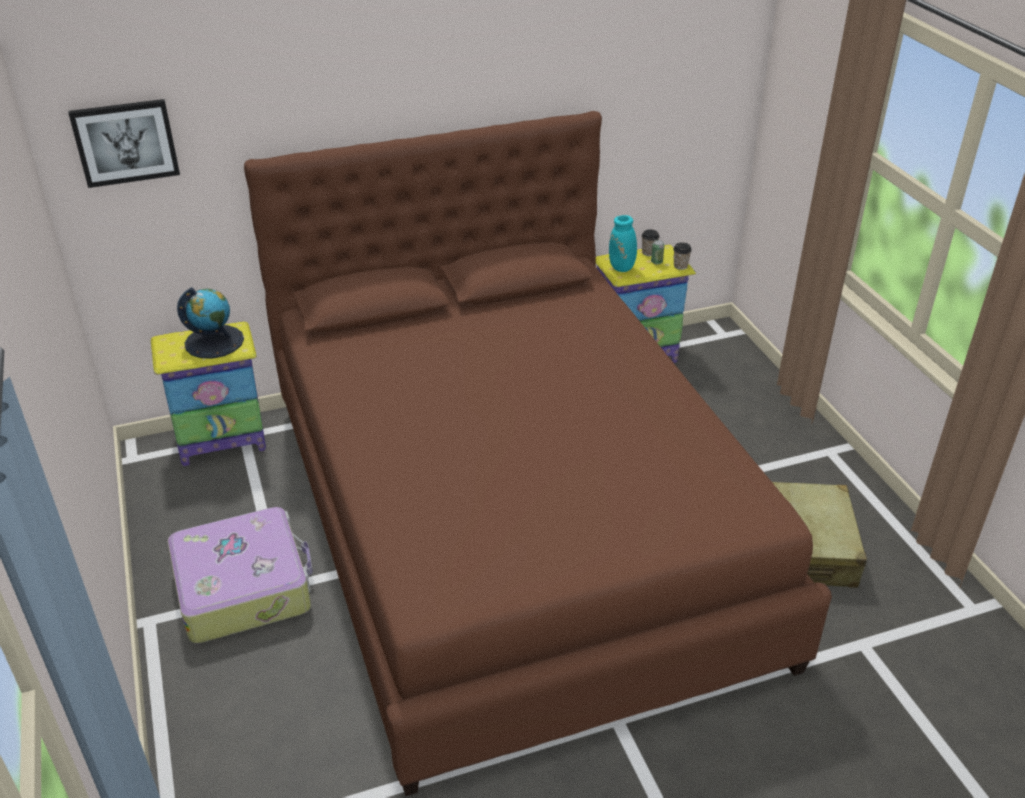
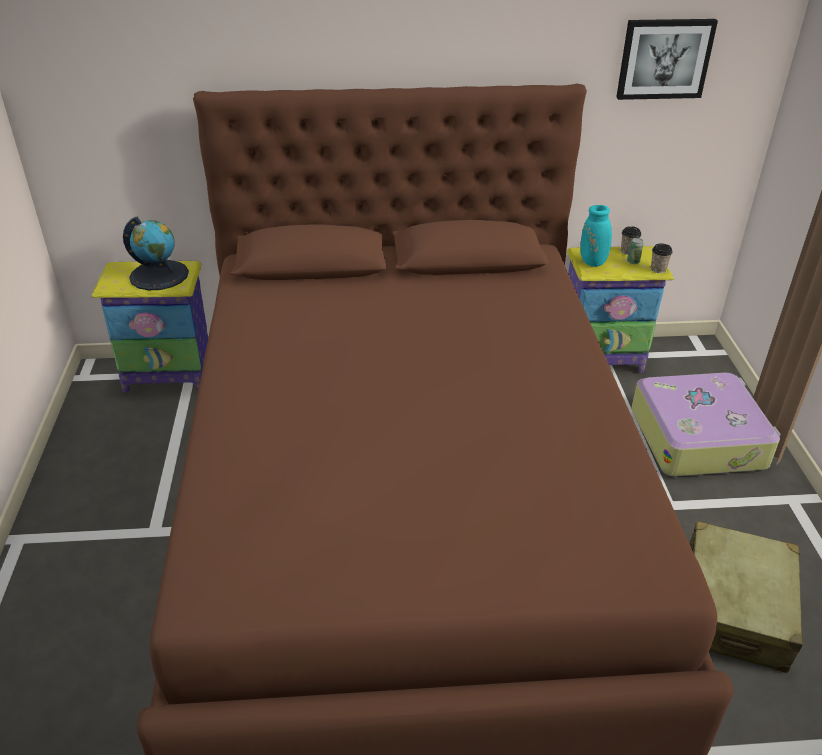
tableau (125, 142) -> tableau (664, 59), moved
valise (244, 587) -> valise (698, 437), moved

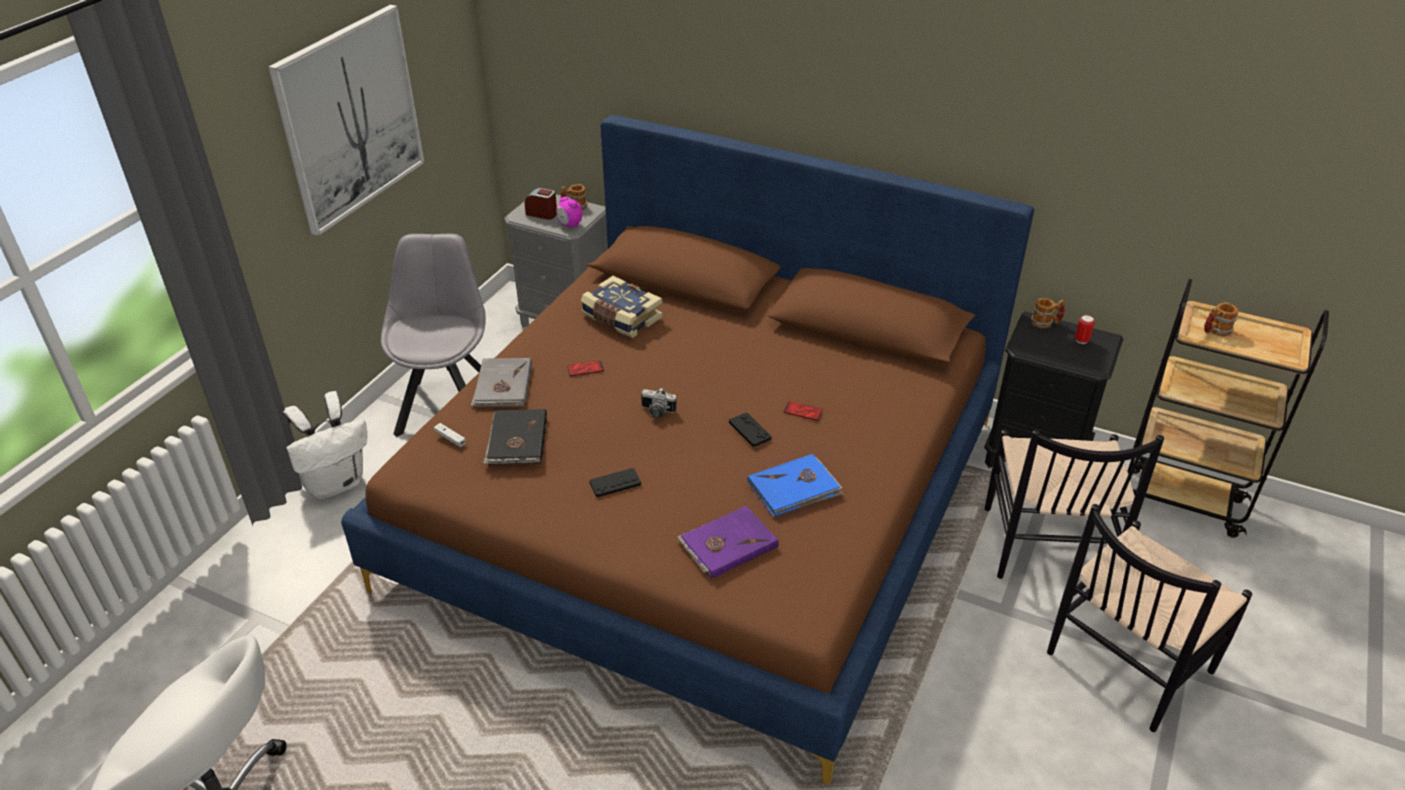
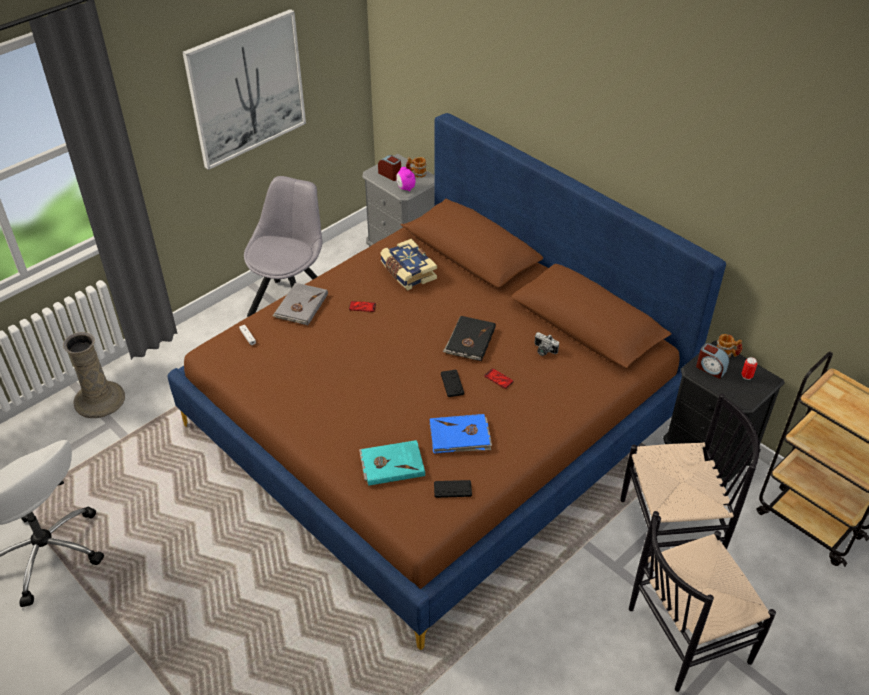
none -> vase (beige) (100, 400)
livre (violet) (727, 544) -> livre (turquoise) (392, 464)
manette (noir) (615, 483) -> manette (noir) (452, 489), moved
livre (noir) (516, 440) -> livre (noir) (469, 340), moved
appareil photo (657, 412) -> appareil photo (543, 351), moved
chaise (noir) (1047, 550) -> chaise (noir) (674, 531), 120 degrees counterclockwise
none -> réveil (710, 369)
sac à dos (blanc) (336, 482) -> none
mug (1215, 331) -> none

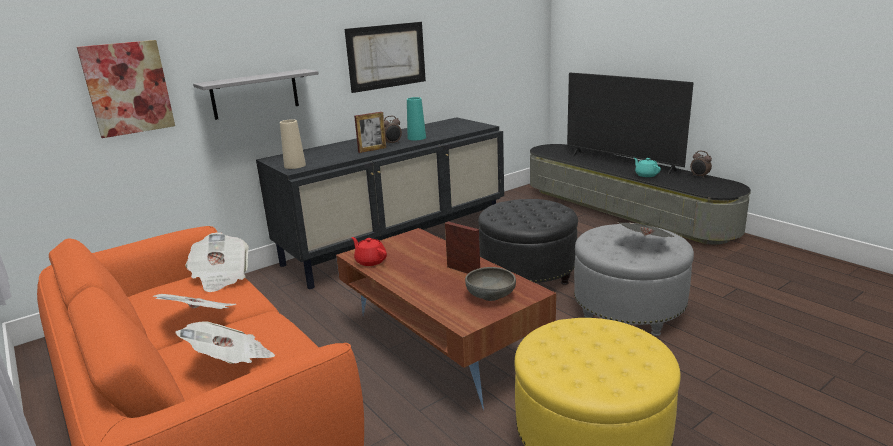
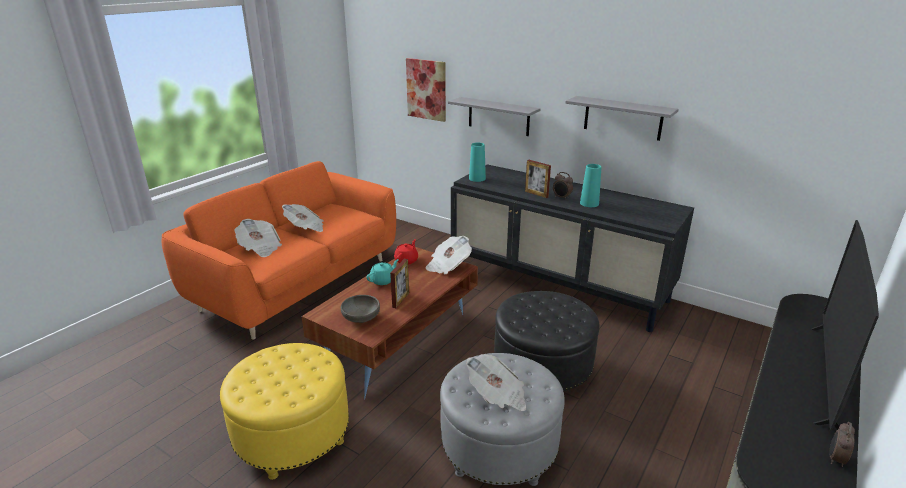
théière (turquoise) (646, 175) -> théière (turquoise) (383, 280), moved
journal (221, 277) -> journal (448, 265), moved
vase (beige) (295, 165) -> vase (turquoise) (477, 178)
tableau (386, 56) -> étagère (gris) (622, 118)

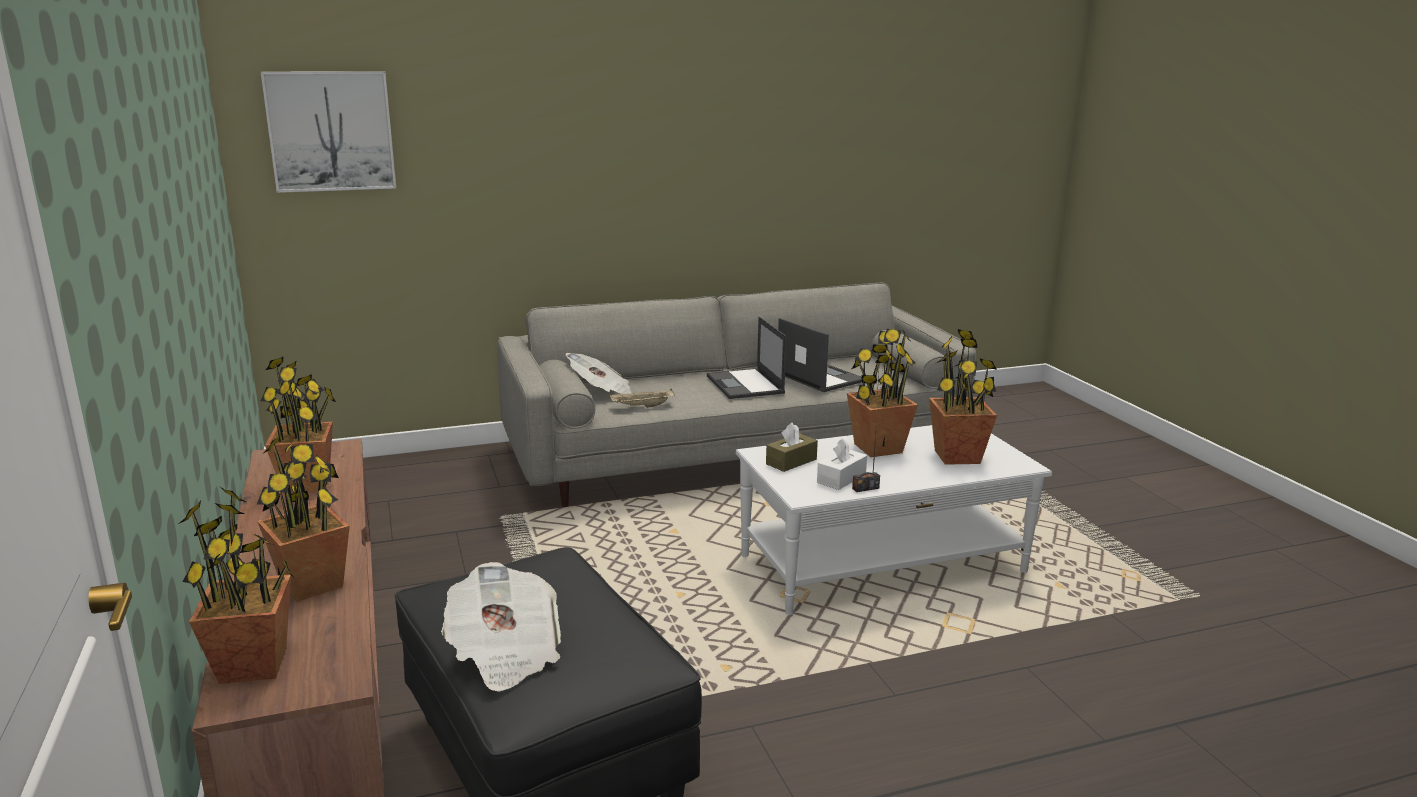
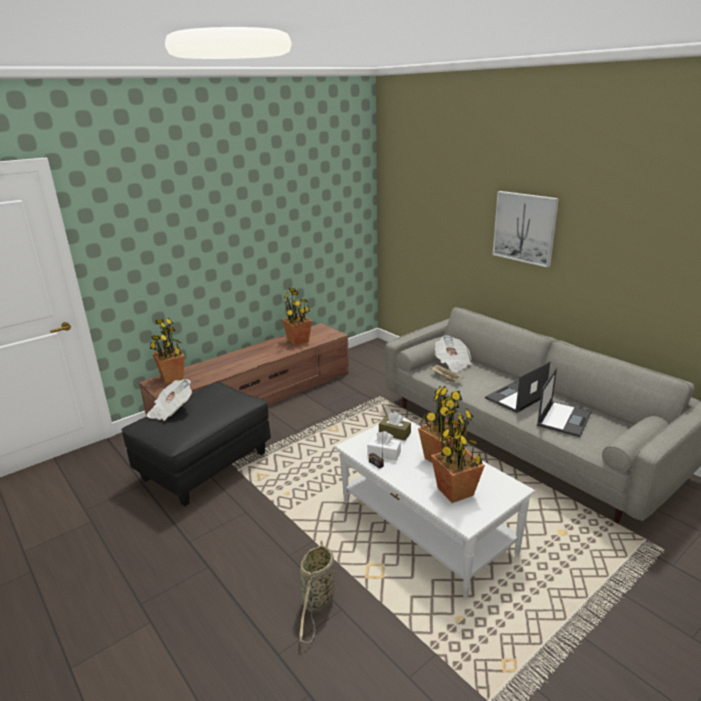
none -> panier (317, 602)
tableau (331, 131) -> tableau (524, 228), moved
plante en pot (311, 584) -> none

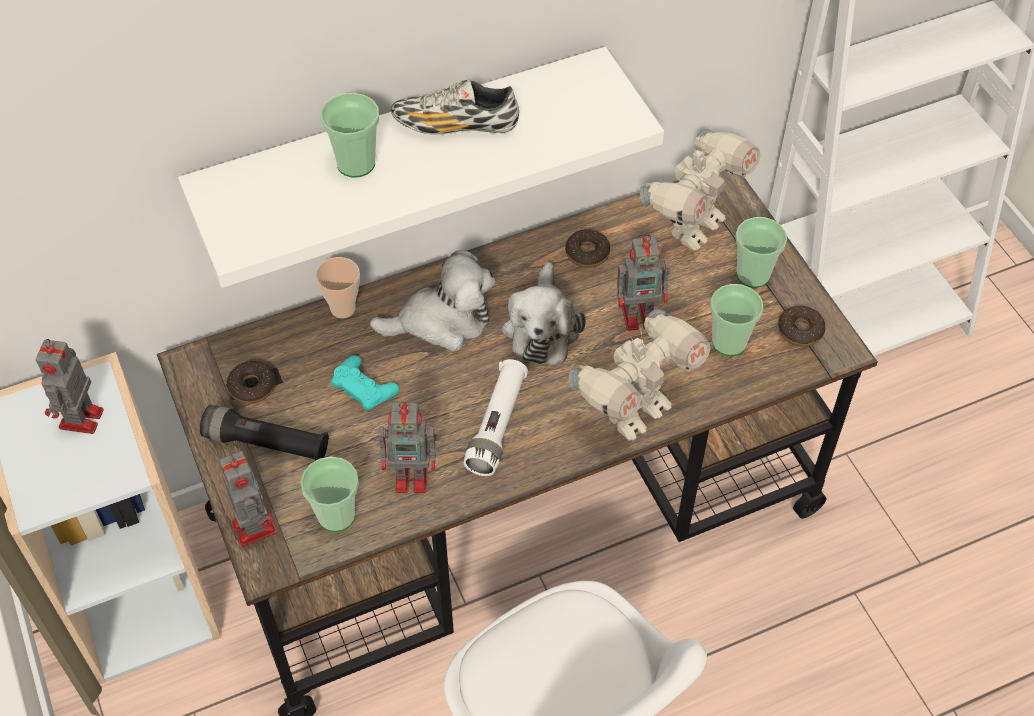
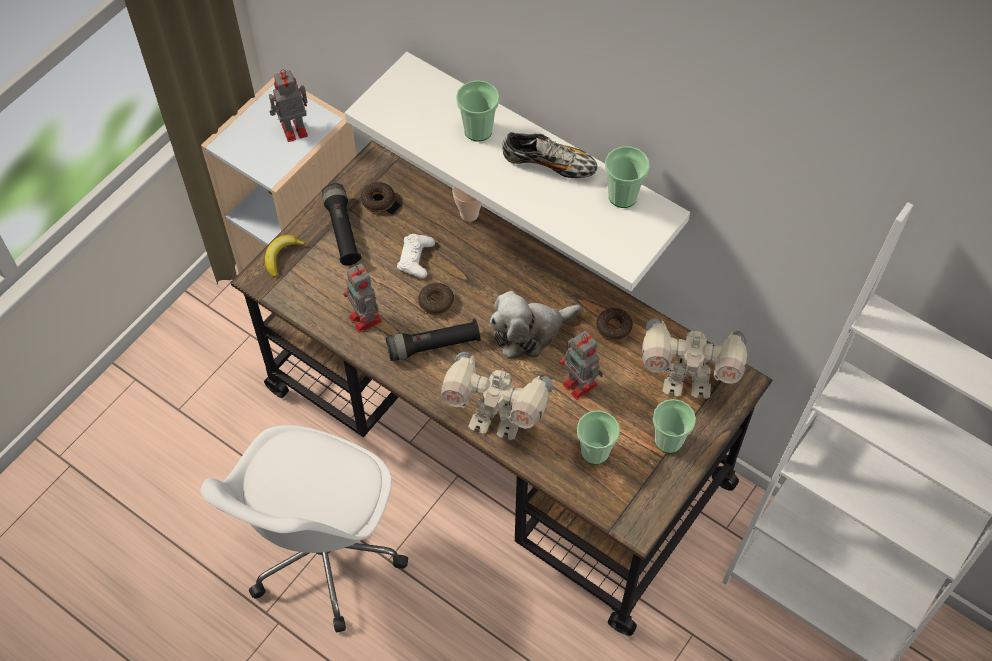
robot jouet (253, 525) -> banane (282, 256)
lampe de poche (blanc) (497, 425) -> lampe de poche (noir) (433, 346)
manette (turquoise) (364, 387) -> manette (blanc) (416, 258)
beignet (800, 330) -> beignet (436, 302), moved
chaussure (455, 126) -> chaussure (549, 165), 135 degrees clockwise
tasse (336, 515) -> tasse (622, 196), moved
peluche (442, 321) -> none

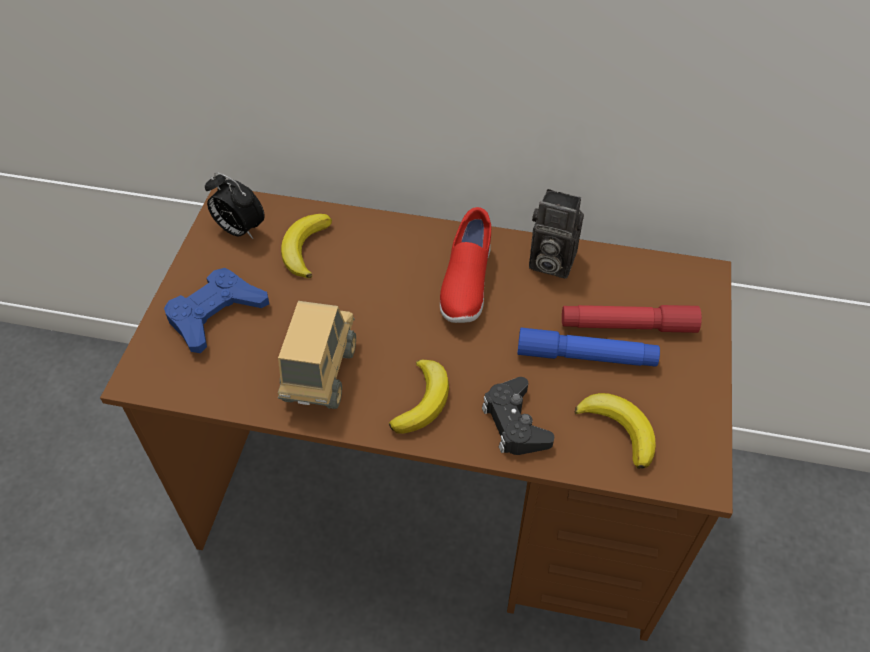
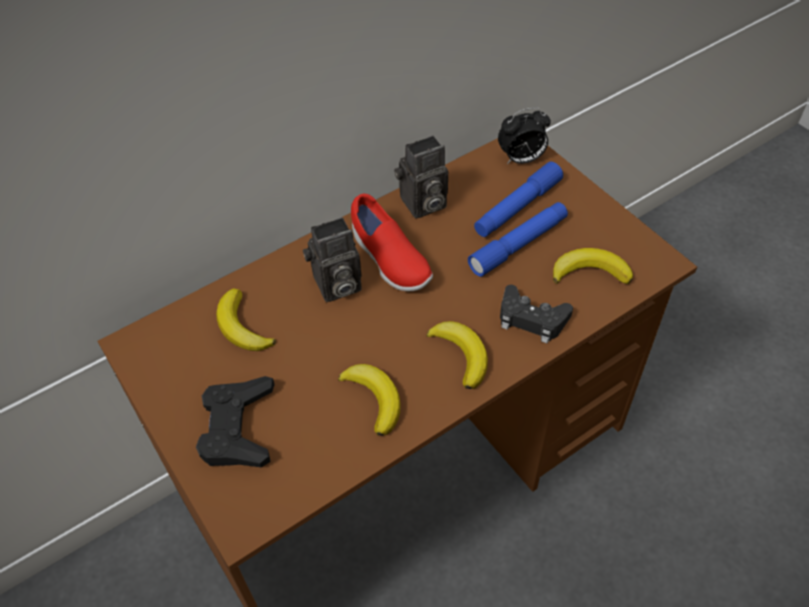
manette (bleu) (216, 314) -> manette (noir) (238, 428)
none -> appareil photo (336, 286)
camion jouet (320, 375) -> banane (374, 399)
lampe de poche (rouge) (627, 326) -> lampe de poche (bleu) (517, 207)
réveil (239, 230) -> réveil (521, 159), moved

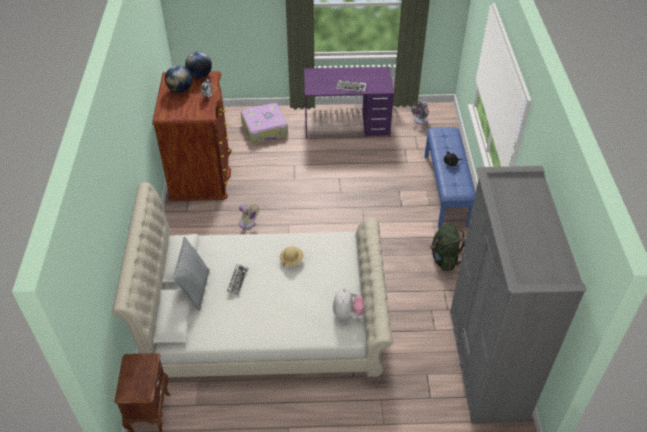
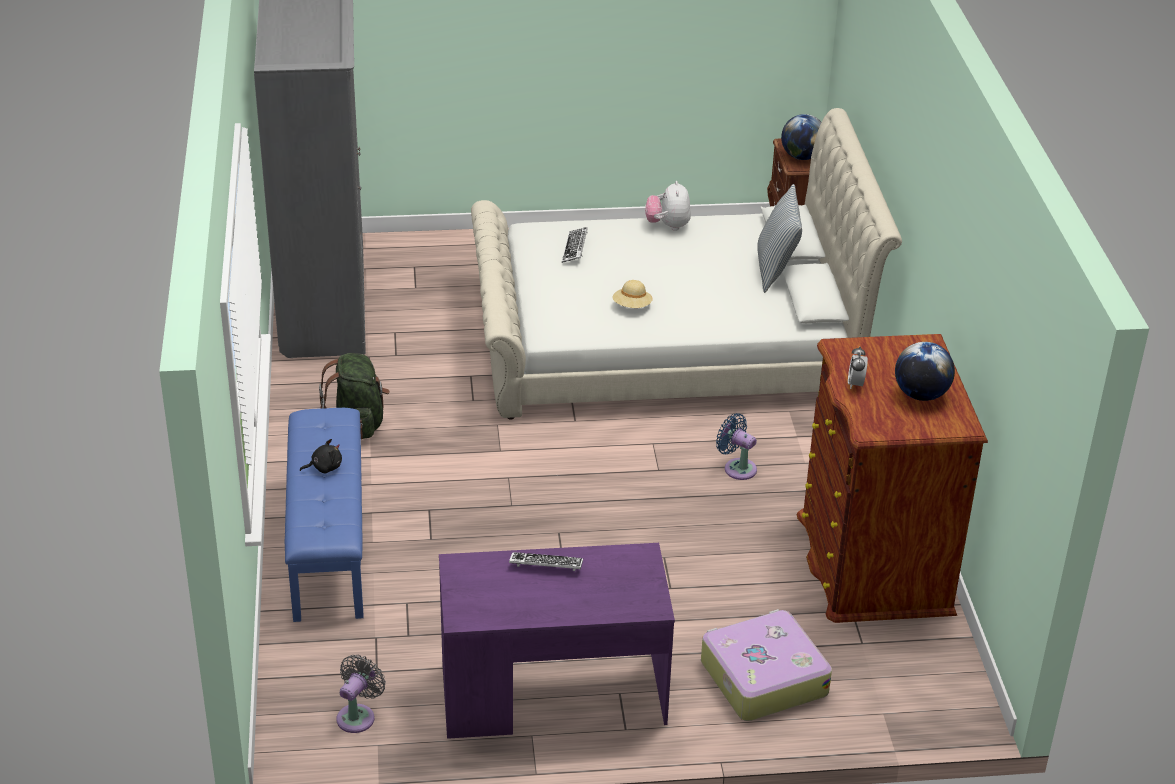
clavier (237, 281) -> clavier (575, 248), moved
peluche (347, 313) -> peluche (668, 226), moved
ventilateur (beige) (248, 224) -> ventilateur (bleu) (737, 468)
globe (200, 75) -> globe (802, 157), moved

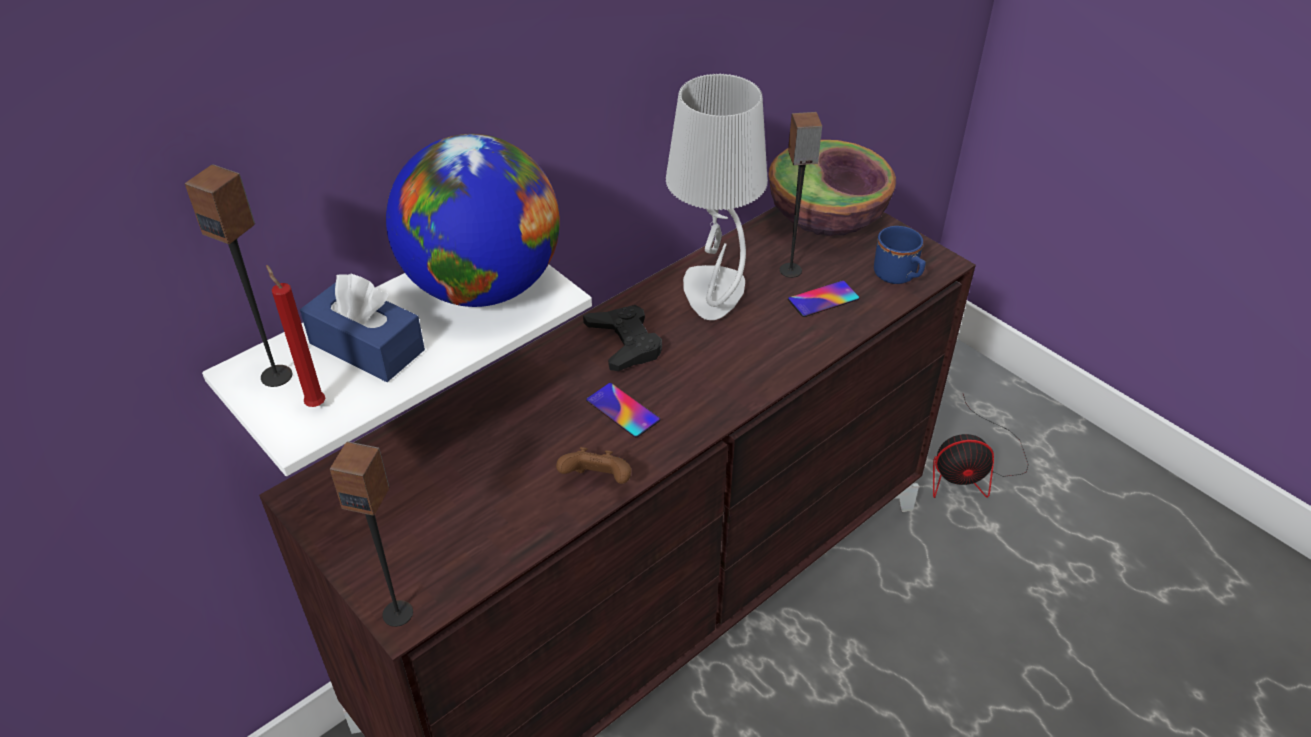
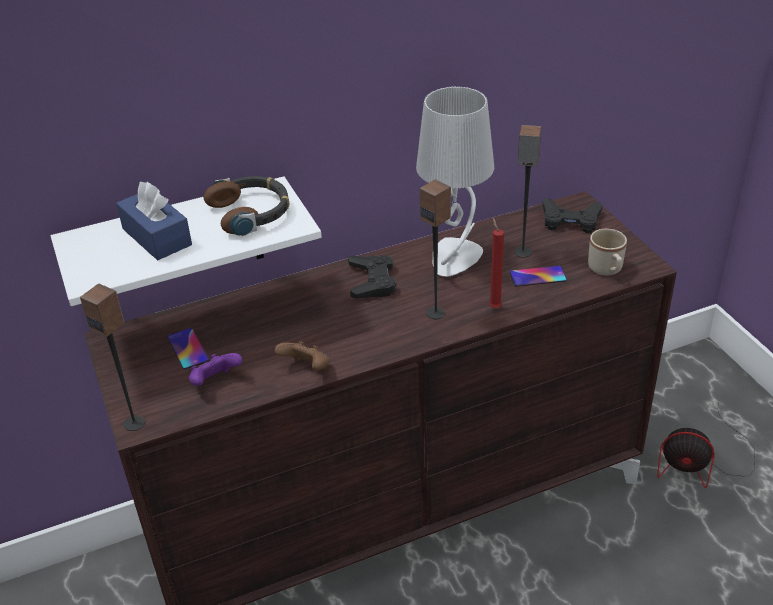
téléphone (622, 410) -> téléphone (188, 349), moved
none -> manette (violet) (215, 382)
globe (483, 287) -> casque audio (251, 212)
enceinte (277, 375) -> enceinte (436, 313), moved
bougie (rouge) (314, 403) -> bougie (rouge) (494, 307), moved
bol (826, 219) -> manette (noir) (570, 220)
mug (bleu) (898, 277) -> mug (beige) (607, 270)

